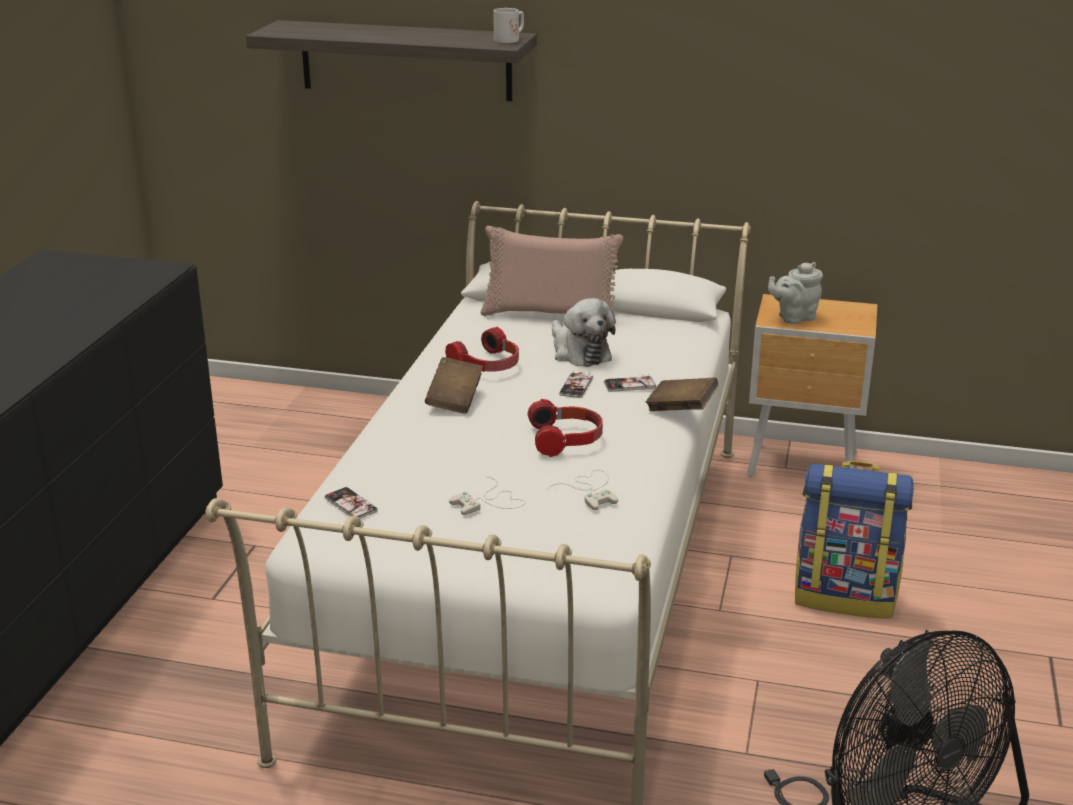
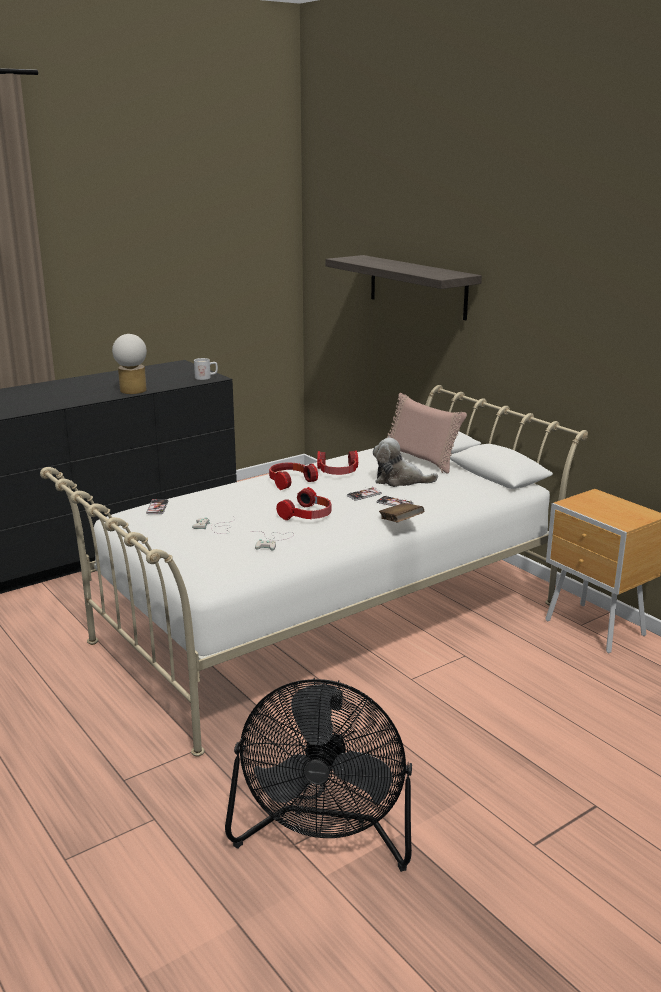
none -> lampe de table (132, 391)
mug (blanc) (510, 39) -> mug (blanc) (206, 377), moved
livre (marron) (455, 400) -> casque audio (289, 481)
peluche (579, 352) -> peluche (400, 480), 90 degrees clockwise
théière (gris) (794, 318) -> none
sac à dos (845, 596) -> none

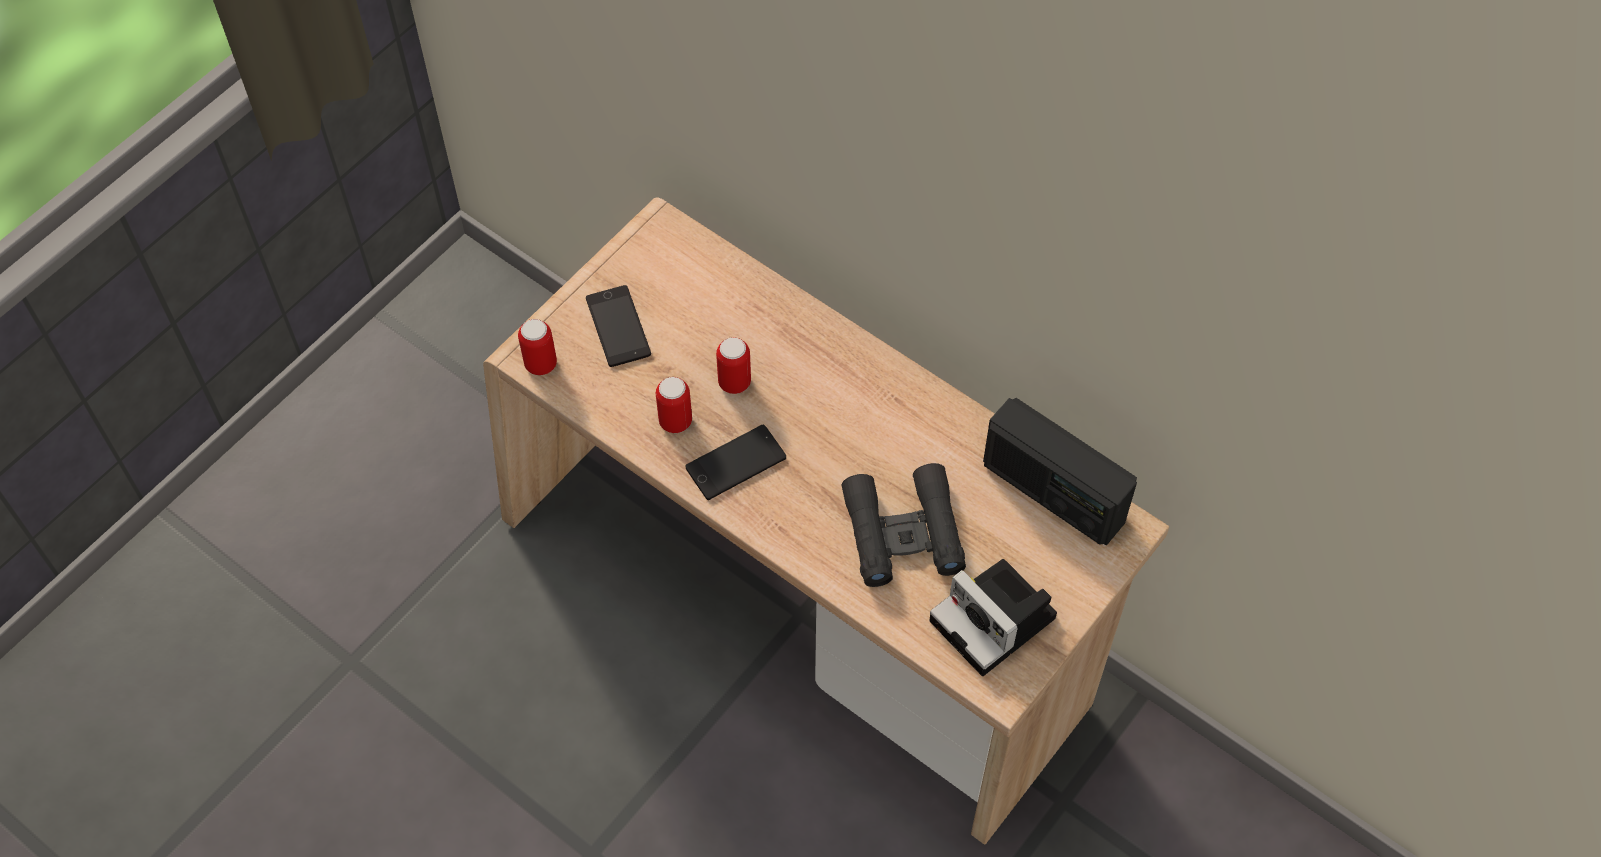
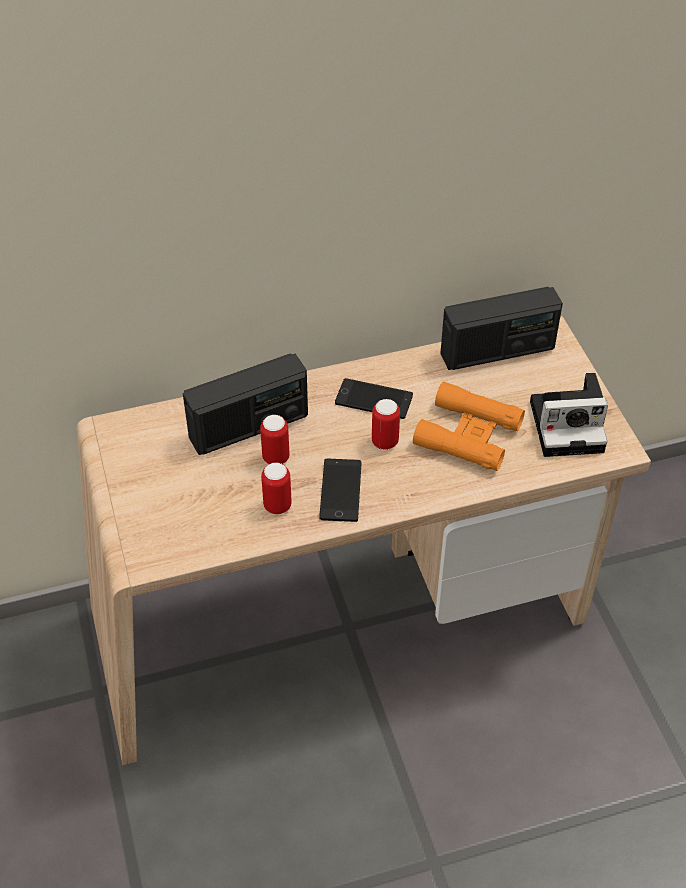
none -> radio (249, 427)
téléphone (618, 326) -> téléphone (373, 399), moved
boîte métallique (541, 364) -> boîte métallique (385, 442), moved
jumelles (noir) (903, 533) -> jumelles (orange) (468, 434)

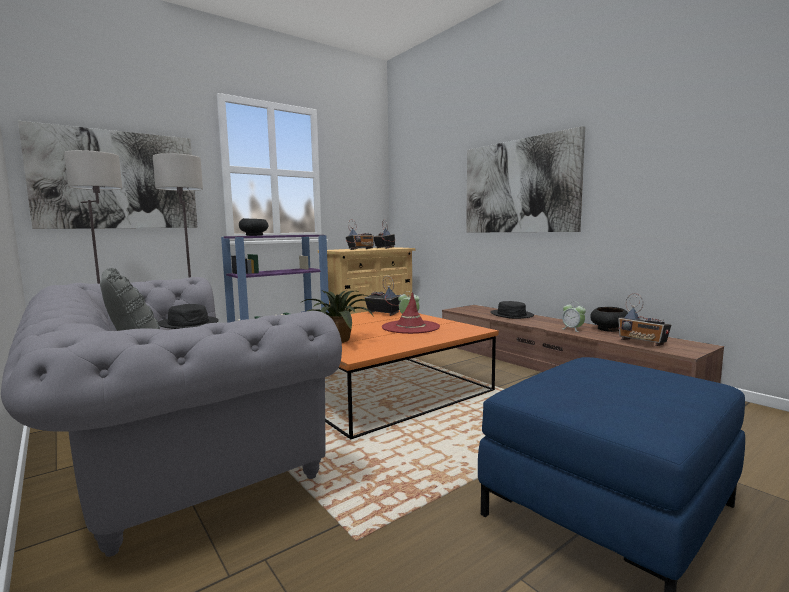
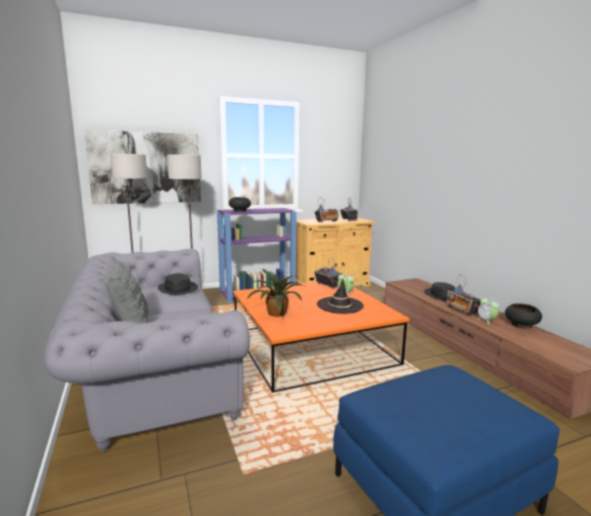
chapeau (rouge) (410, 327) -> chapeau (noir) (340, 305)
radio (642, 343) -> radio (462, 310), moved
tableau (519, 186) -> none

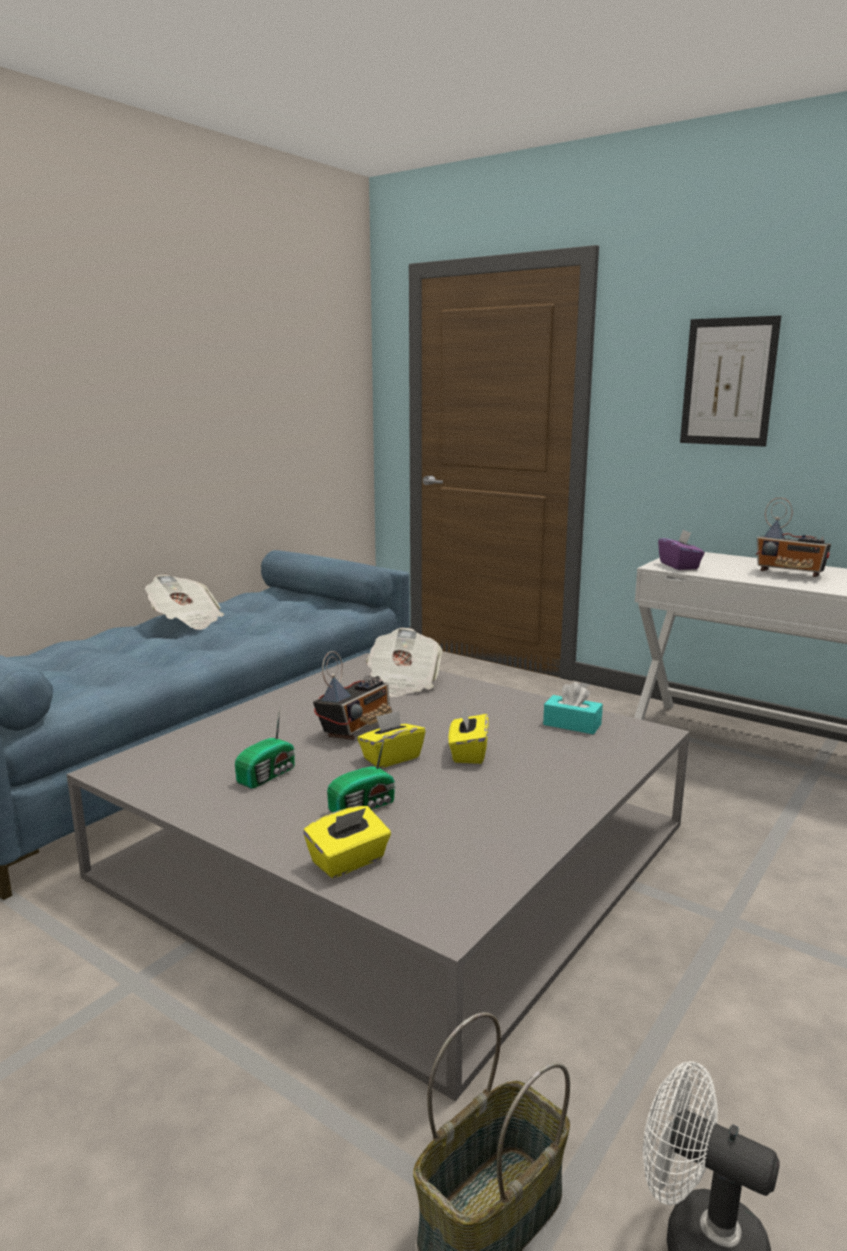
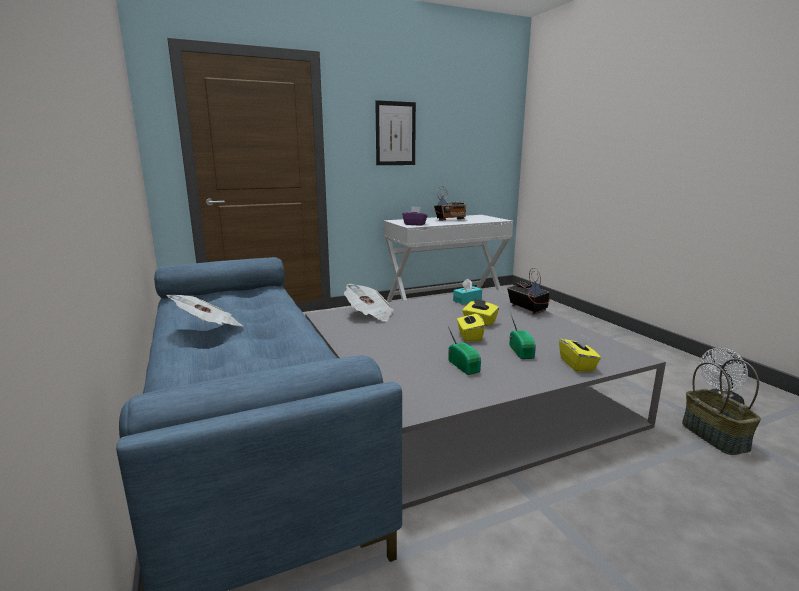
radio (356, 729) -> radio (527, 309), moved

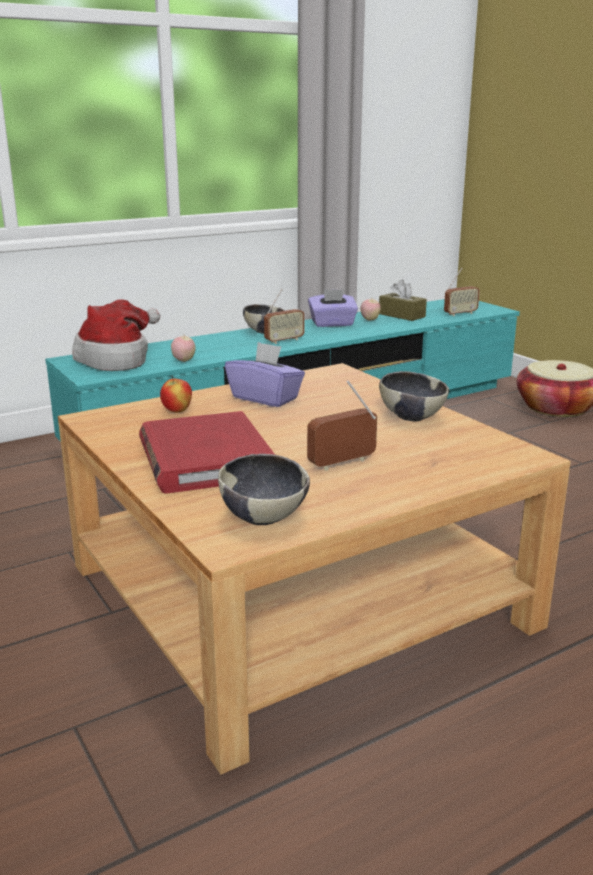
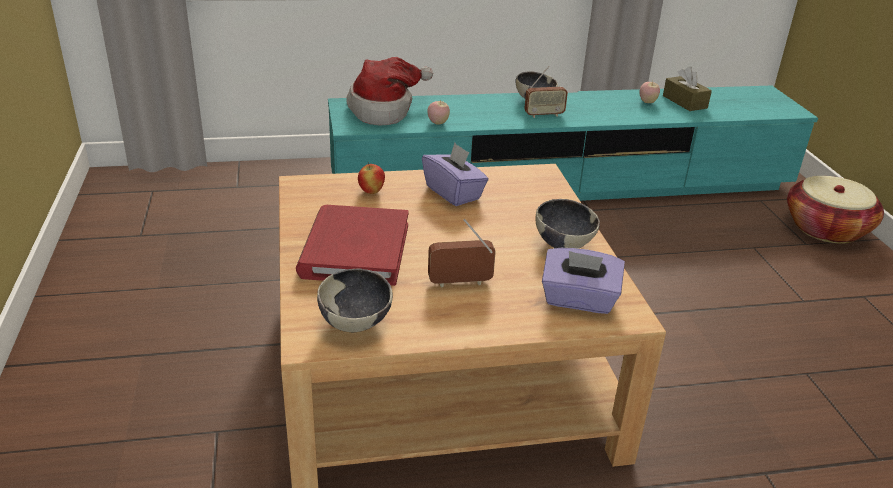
boîte à mouchoirs (violet) (332, 324) -> boîte à mouchoirs (violet) (578, 300), moved
radio (460, 314) -> none

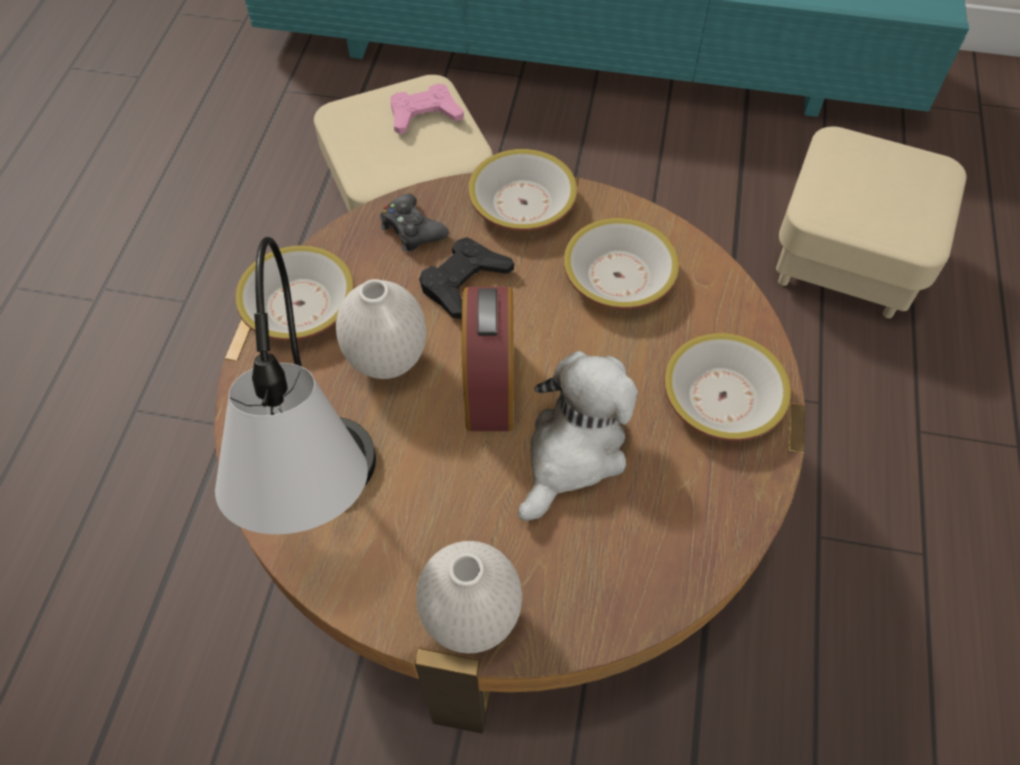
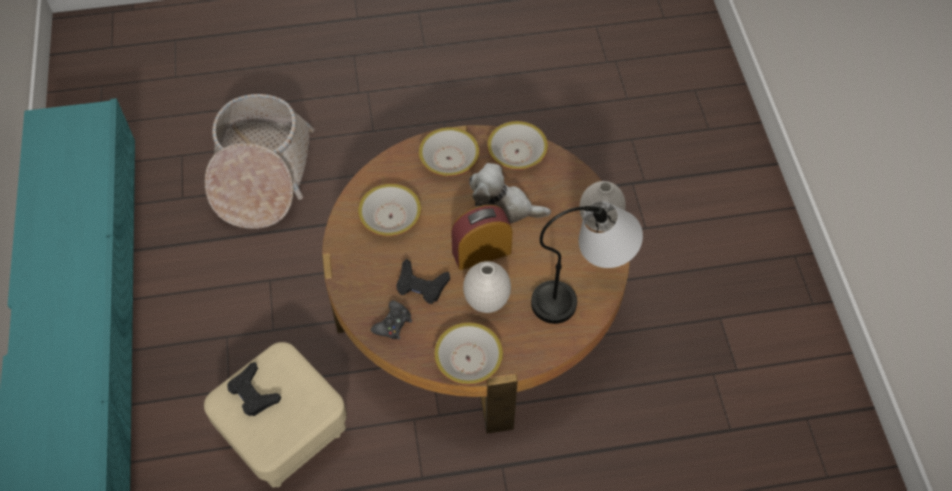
pouf (beige) (846, 259) -> panier (261, 175)
manette (rose) (424, 115) -> manette (noir) (253, 393)
bol (523, 203) -> bol (517, 152), moved

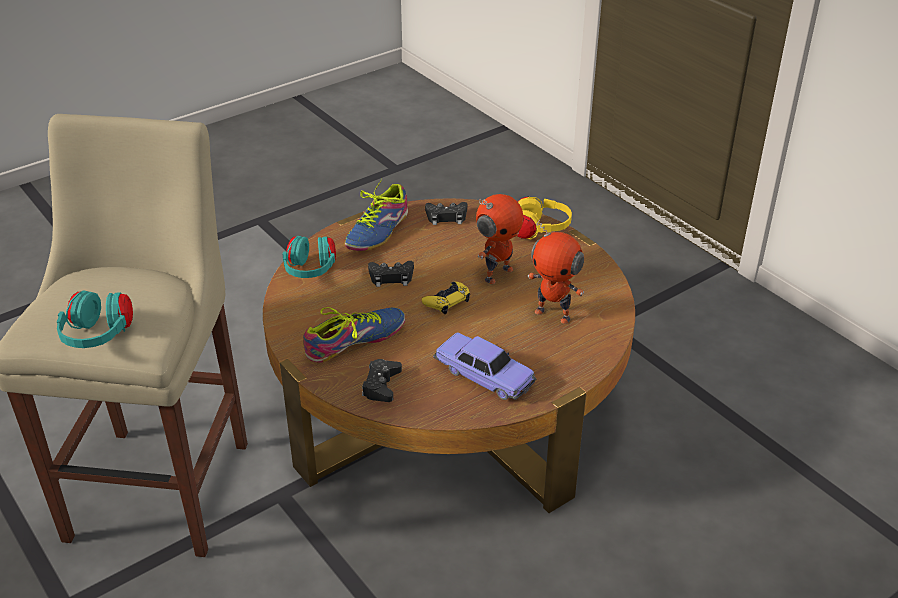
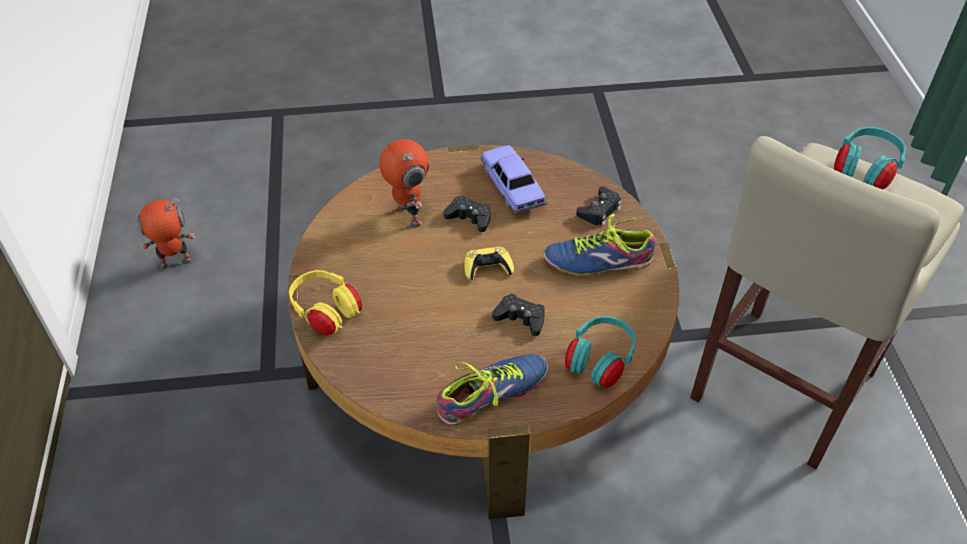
robot jouet (497, 273) -> robot jouet (176, 263), moved
manette (noir) (446, 217) -> manette (noir) (469, 218), moved

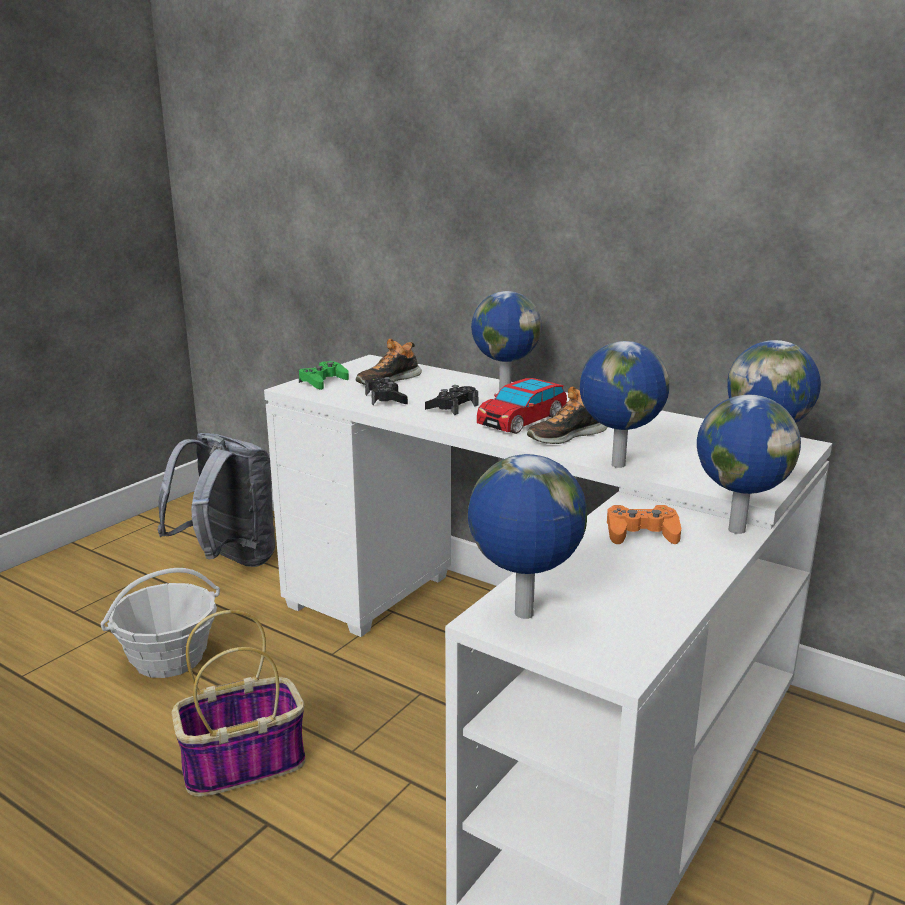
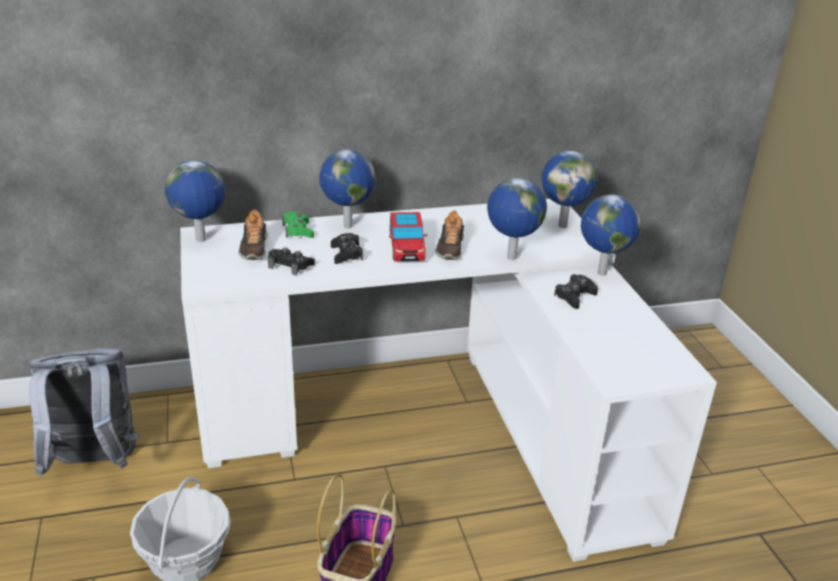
globe (523, 615) -> globe (201, 240), moved
manette (vert) (323, 382) -> manette (vert) (298, 231), moved
manette (orange) (641, 533) -> manette (noir) (574, 296)

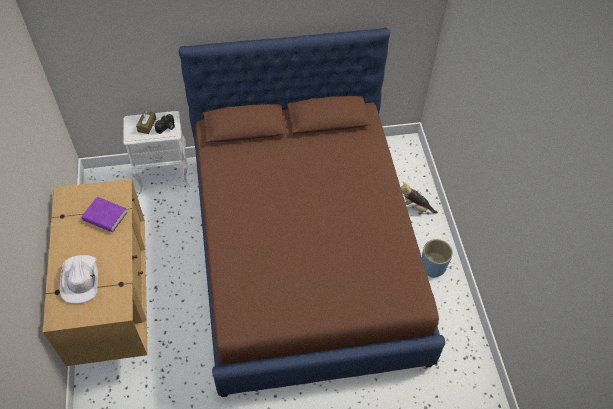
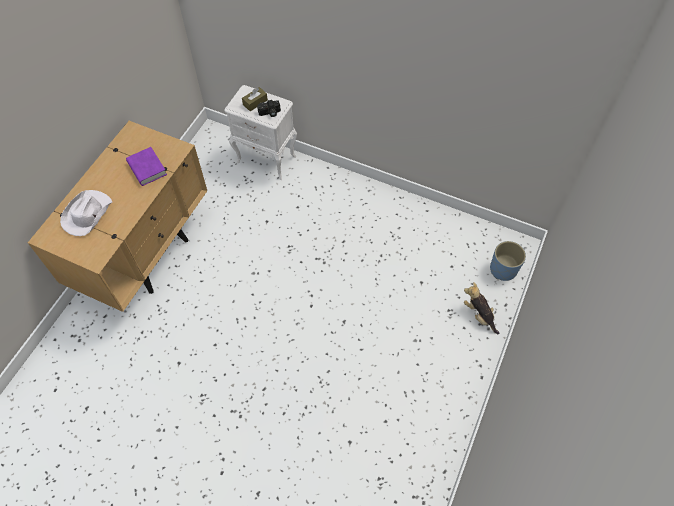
cache-pot (bleu) (433, 267) -> cache-pot (bleu) (503, 270), moved
lit (marron) (304, 253) -> none

